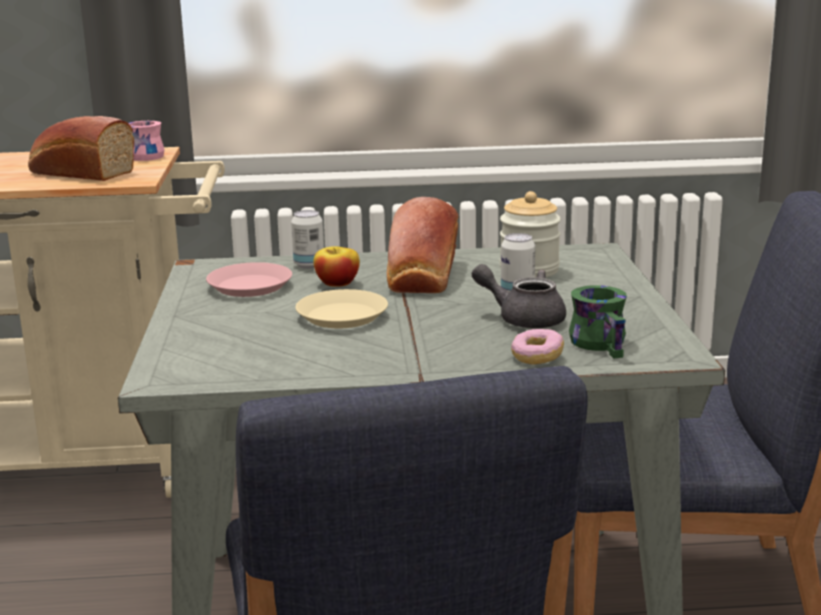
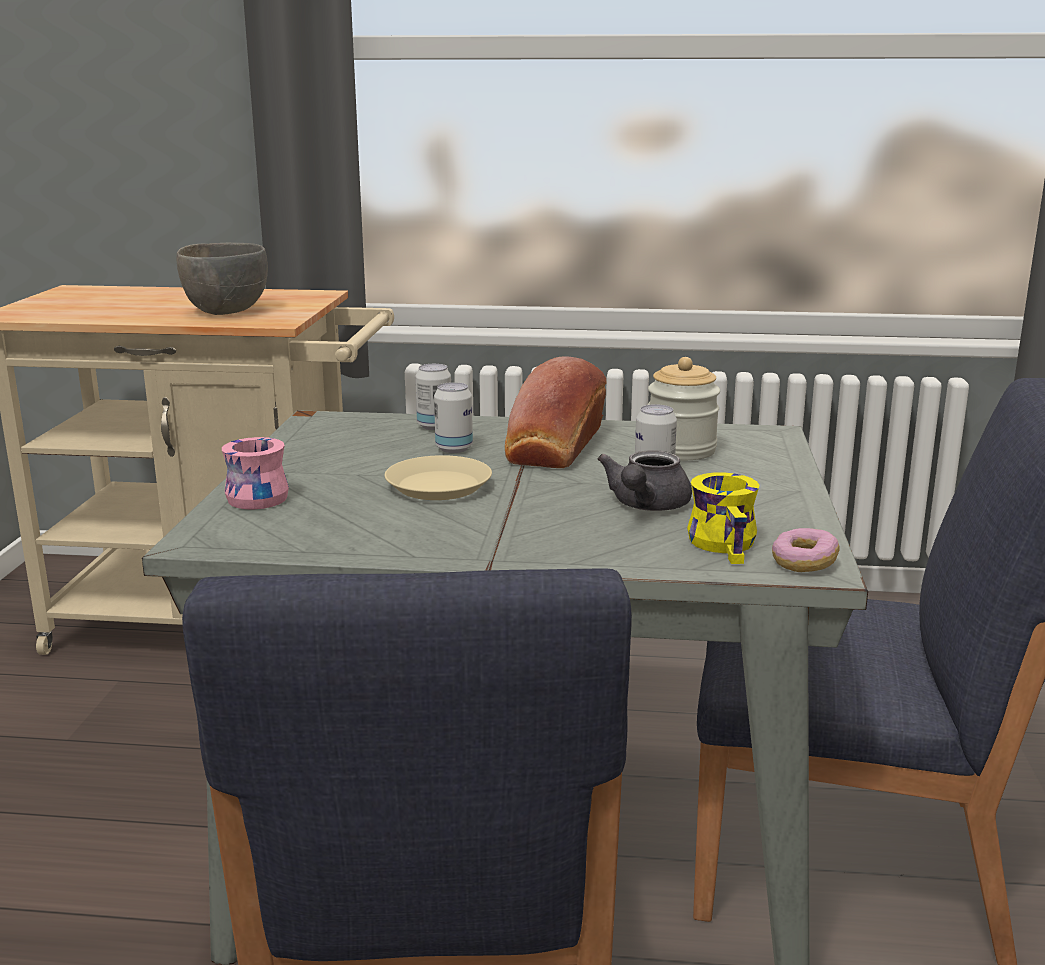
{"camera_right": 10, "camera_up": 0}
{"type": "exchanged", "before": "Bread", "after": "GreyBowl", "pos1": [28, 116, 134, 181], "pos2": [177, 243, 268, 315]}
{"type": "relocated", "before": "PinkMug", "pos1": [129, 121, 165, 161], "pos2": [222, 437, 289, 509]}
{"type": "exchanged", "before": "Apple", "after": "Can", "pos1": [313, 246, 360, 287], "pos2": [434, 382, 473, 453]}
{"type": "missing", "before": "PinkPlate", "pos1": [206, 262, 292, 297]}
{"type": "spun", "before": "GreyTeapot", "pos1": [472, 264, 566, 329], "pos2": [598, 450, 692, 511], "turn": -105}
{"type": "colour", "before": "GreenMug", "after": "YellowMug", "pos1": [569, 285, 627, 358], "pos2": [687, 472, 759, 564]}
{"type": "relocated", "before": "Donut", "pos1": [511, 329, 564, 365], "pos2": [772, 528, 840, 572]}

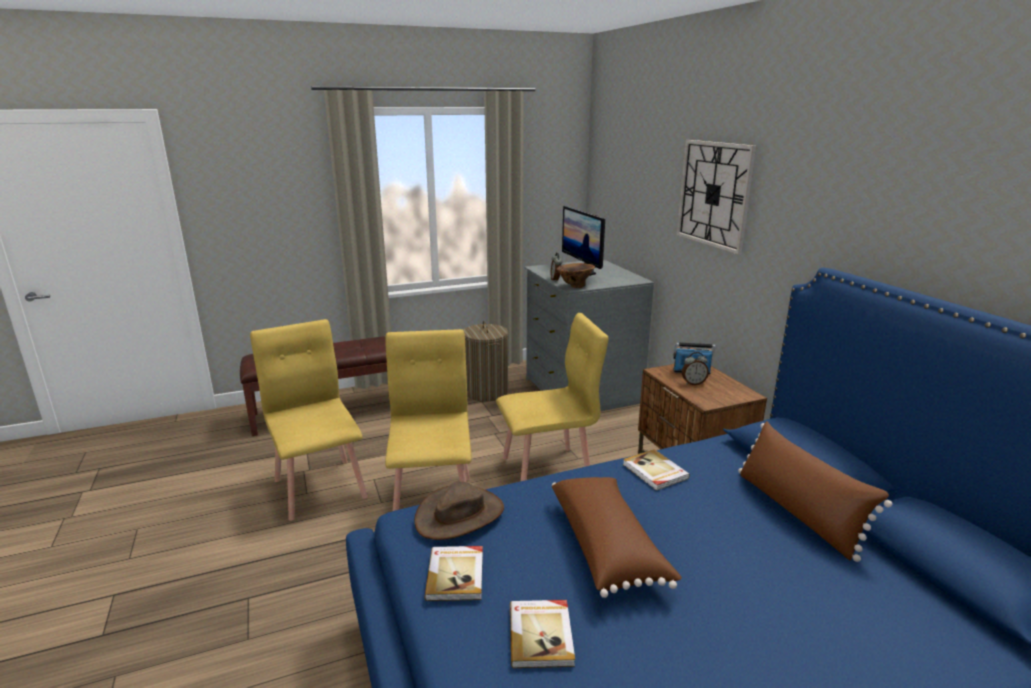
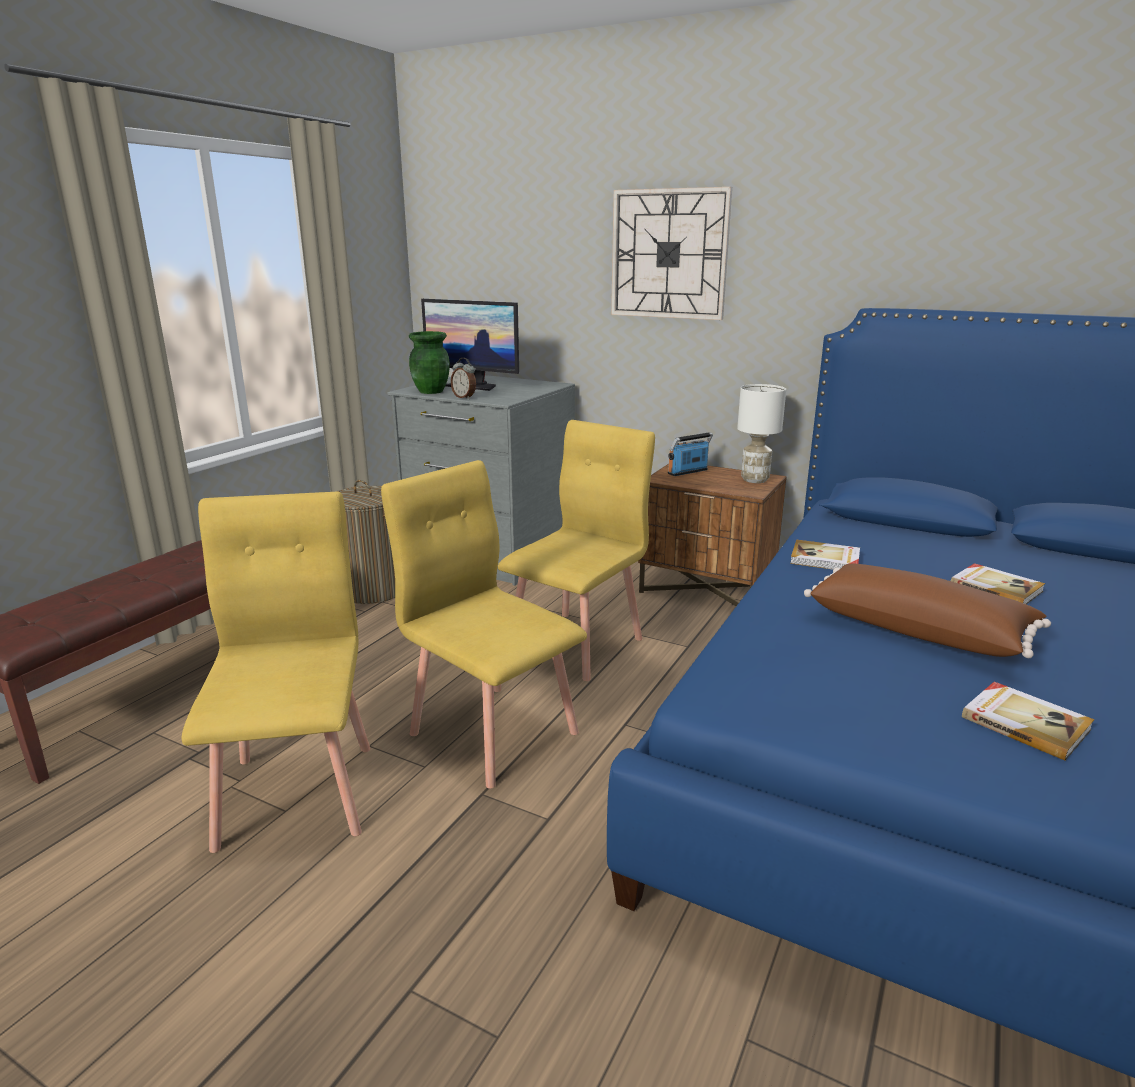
{"camera_right": -40, "camera_up": 0}
{"type": "missing", "before": "BrownVase", "pos1": [557, 263, 595, 288]}
{"type": "spun", "before": "YellowChair", "pos1": [250, 319, 368, 521], "pos2": [181, 492, 370, 853], "turn": 60}
{"type": "missing", "before": "AlarmClock", "pos1": [682, 352, 709, 385]}
{"type": "missing", "before": "BrownPillow", "pos1": [738, 421, 892, 562]}
{"type": "missing", "before": "BrownHat", "pos1": [414, 481, 504, 540]}
{"type": "relocated", "before": "Book", "pos1": [425, 546, 483, 601], "pos2": [951, 563, 1045, 604]}
{"type": "appeared", "after": "GreenVase", "pos2": [409, 331, 450, 394]}
{"type": "appeared", "after": "WhiteTableLamp", "pos2": [737, 384, 786, 483]}

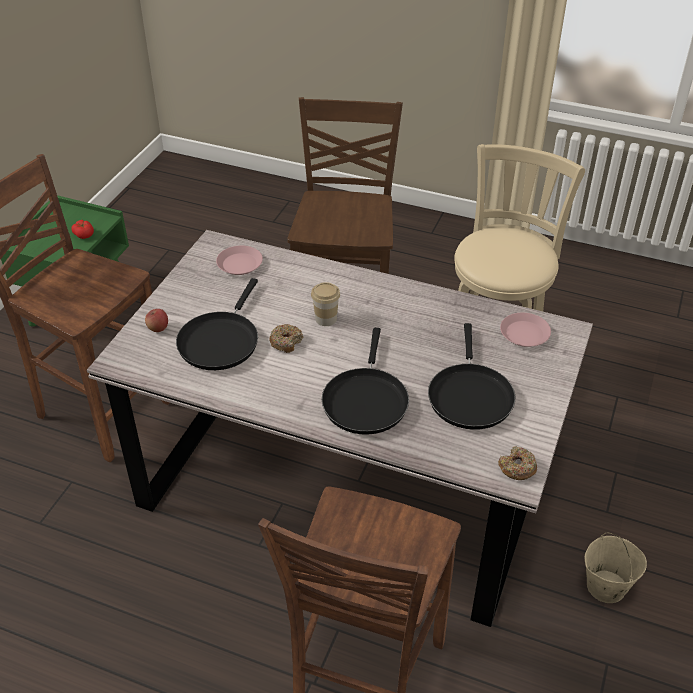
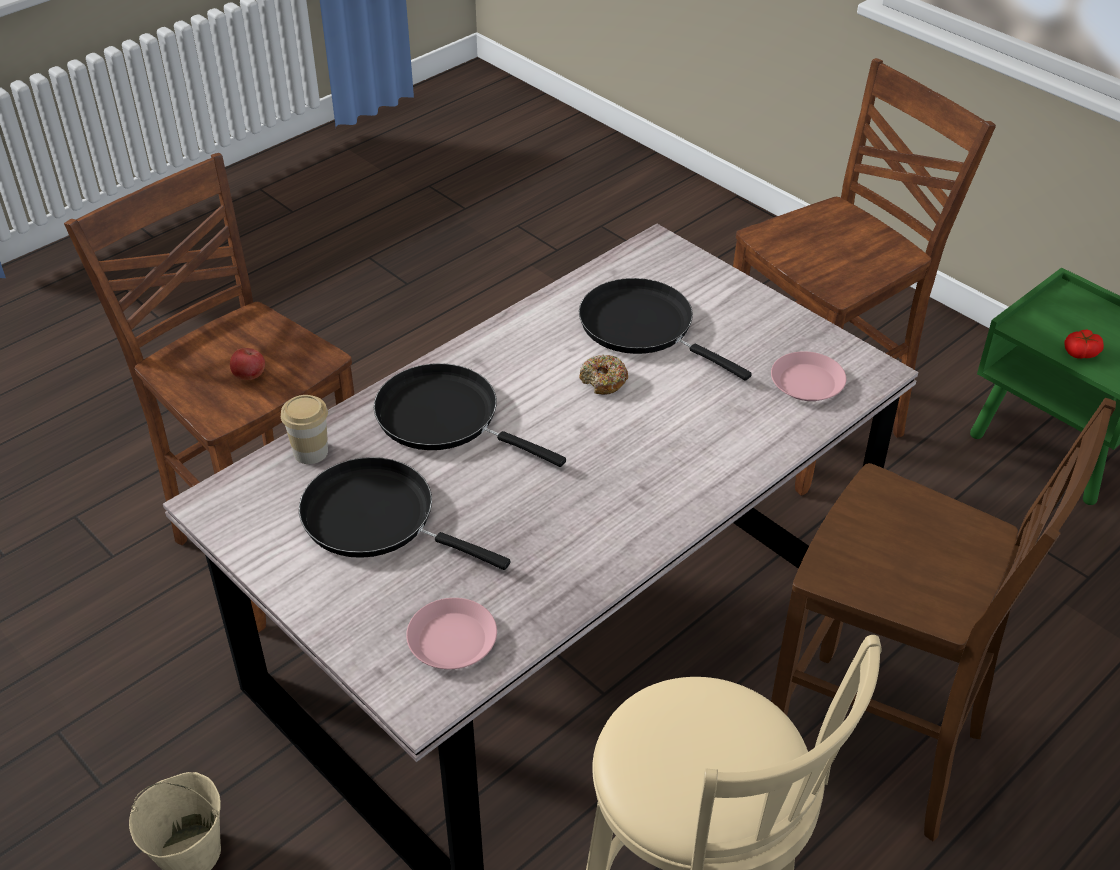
{"camera_right": 115, "camera_up": 0}
{"type": "relocated", "before": "Cup", "pos1": [311, 282, 340, 326], "pos2": [281, 395, 328, 464]}
{"type": "relocated", "before": "Apple", "pos1": [145, 309, 168, 332], "pos2": [230, 348, 265, 380]}
{"type": "missing", "before": "Donut", "pos1": [498, 446, 537, 480]}

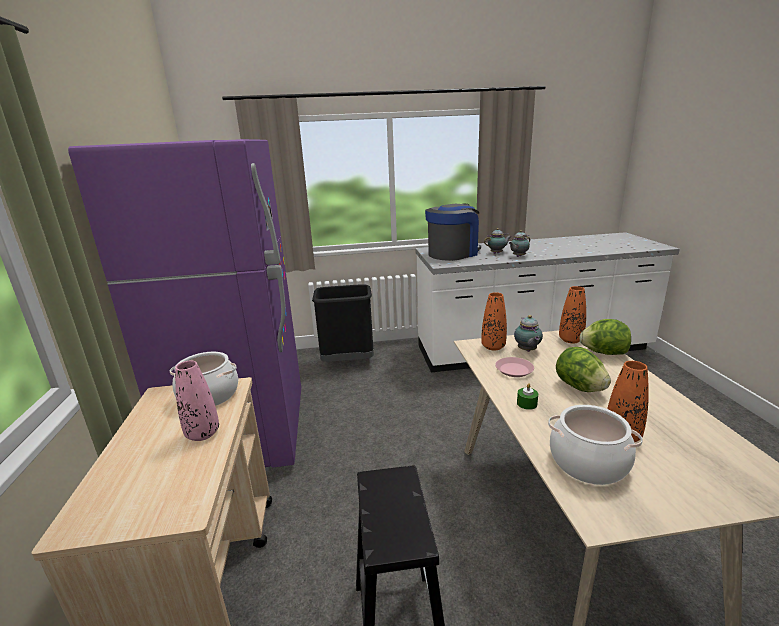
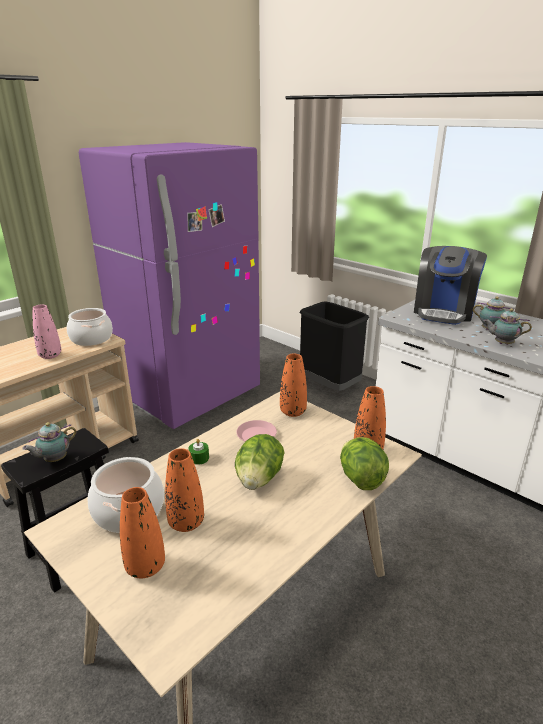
{"camera_right": 50, "camera_up": 5}
{"type": "spun", "before": "CoffeeMachine", "pos1": [425, 204, 481, 261], "pos2": [414, 246, 487, 325], "turn": 105}
{"type": "relocated", "before": "Teapot", "pos1": [514, 315, 543, 352], "pos2": [22, 422, 77, 462]}
{"type": "appeared", "after": "OrangeVase", "pos2": [120, 487, 165, 578]}

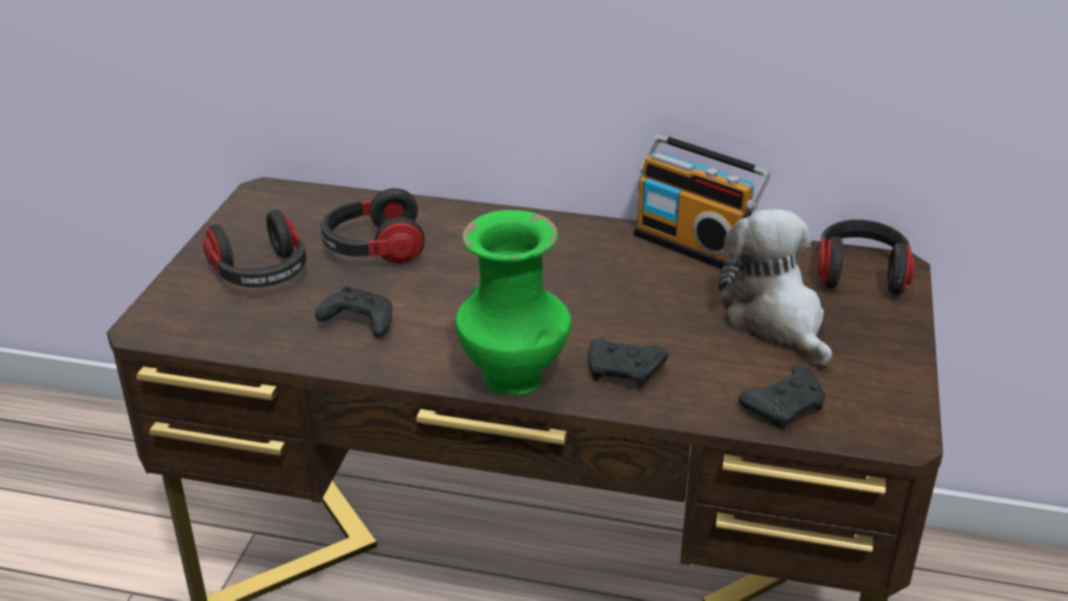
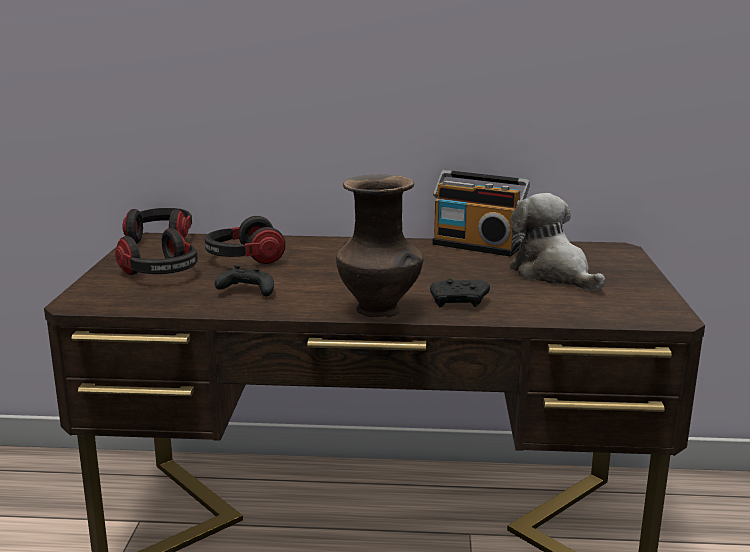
{"camera_right": -10, "camera_up": -15}
{"type": "colour", "before": "GreenVase", "after": "BrownVase", "pos1": [456, 210, 571, 395], "pos2": [336, 175, 423, 317]}
{"type": "relocated", "before": "Headphones", "pos1": [817, 219, 915, 295], "pos2": [122, 208, 192, 244]}
{"type": "missing", "before": "BlackGameController", "pos1": [739, 365, 825, 429]}

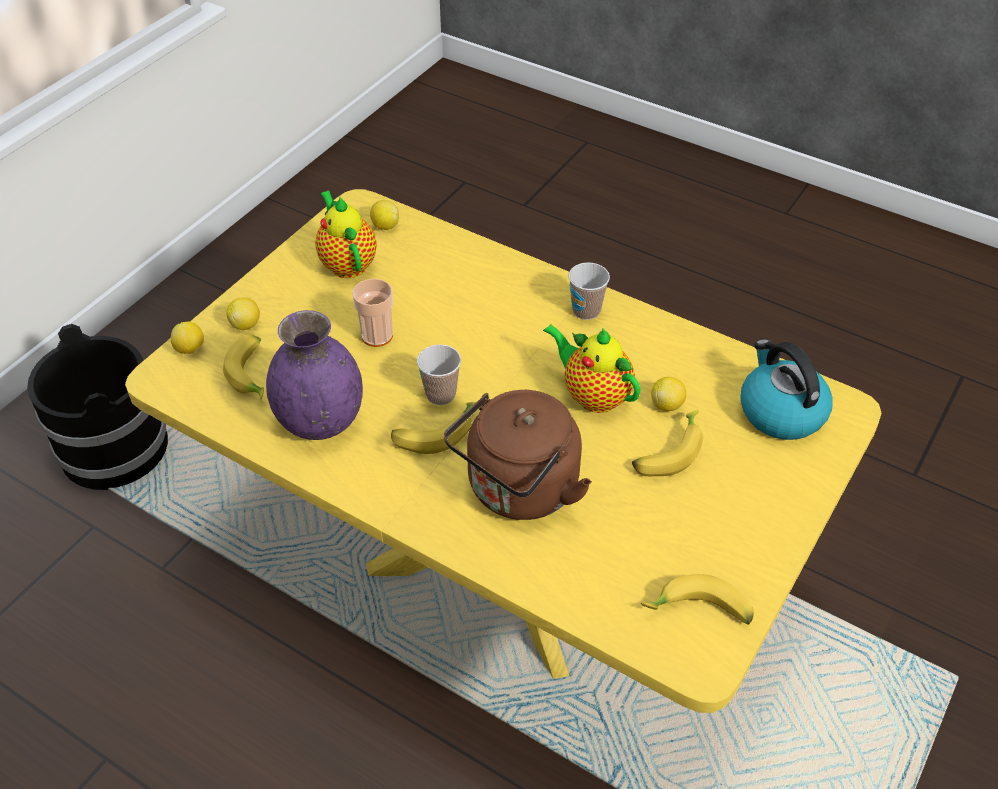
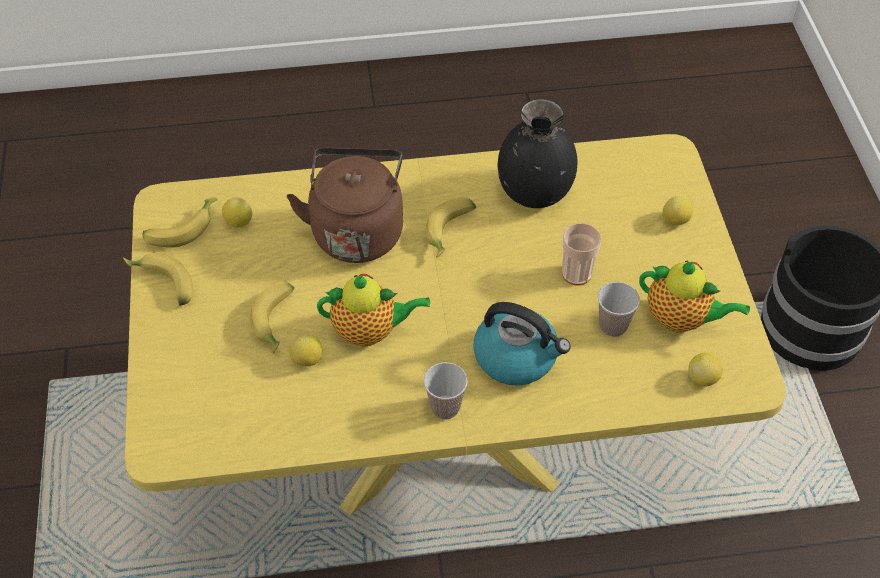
{"camera_right": 140, "camera_up": 5}
{"type": "colour", "before": "PurpleVase", "after": "BlackVase", "pos1": [266, 310, 363, 440], "pos2": [498, 99, 578, 208]}
{"type": "relocated", "before": "Lemon", "pos1": [171, 322, 204, 354], "pos2": [222, 198, 252, 228]}
{"type": "relocated", "before": "Banana", "pos1": [223, 334, 264, 400], "pos2": [123, 253, 193, 306]}
{"type": "relocated", "before": "Kettle", "pos1": [740, 339, 833, 440], "pos2": [473, 302, 571, 385]}
{"type": "relocated", "before": "Cup", "pos1": [417, 344, 461, 405], "pos2": [598, 282, 640, 337]}

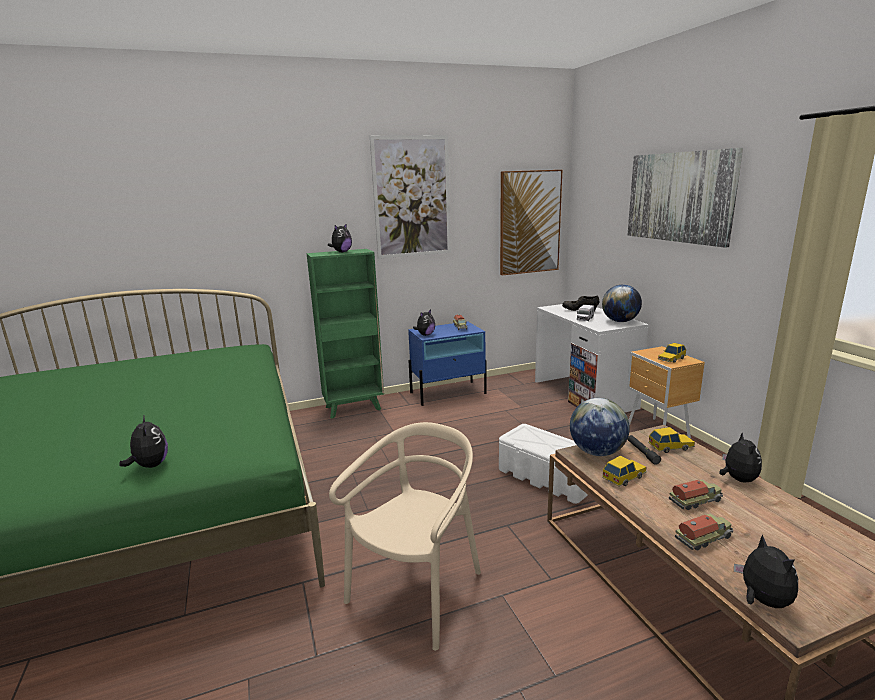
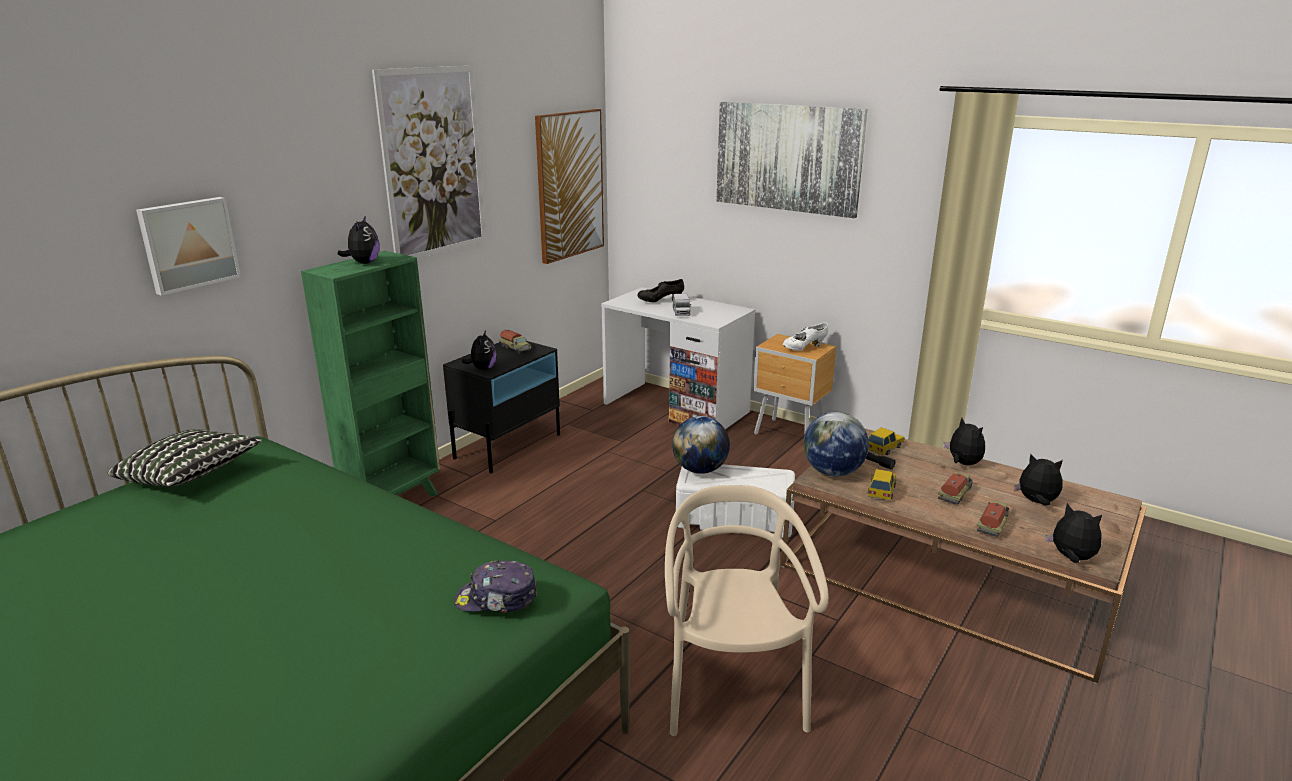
{"camera_right": -35, "camera_up": 5}
{"type": "relocated", "before": "Globe", "pos1": [602, 285, 642, 322], "pos2": [672, 416, 730, 474]}
{"type": "colour", "before": "BlueNightstand", "after": "BlackNightstand", "pos1": [408, 321, 486, 406], "pos2": [443, 341, 560, 473]}
{"type": "exchanged", "before": "ToyCar", "after": "WhiteShoe", "pos1": [658, 343, 686, 363], "pos2": [783, 322, 828, 351]}
{"type": "relocated", "before": "PlushToy", "pos1": [119, 416, 168, 468], "pos2": [1015, 454, 1063, 506]}
{"type": "appeared", "after": "Picture", "pos2": [136, 197, 241, 296]}
{"type": "appeared", "after": "Pillow", "pos2": [108, 429, 262, 487]}
{"type": "appeared", "after": "Cap", "pos2": [454, 560, 537, 613]}

